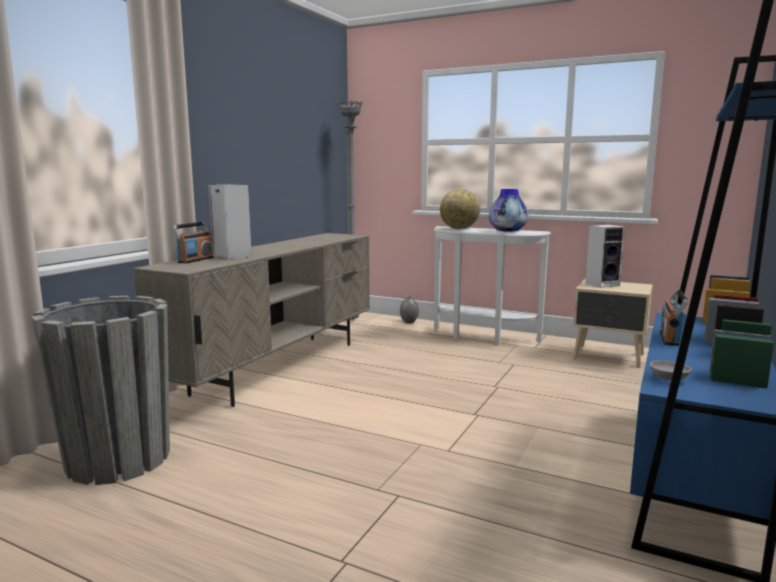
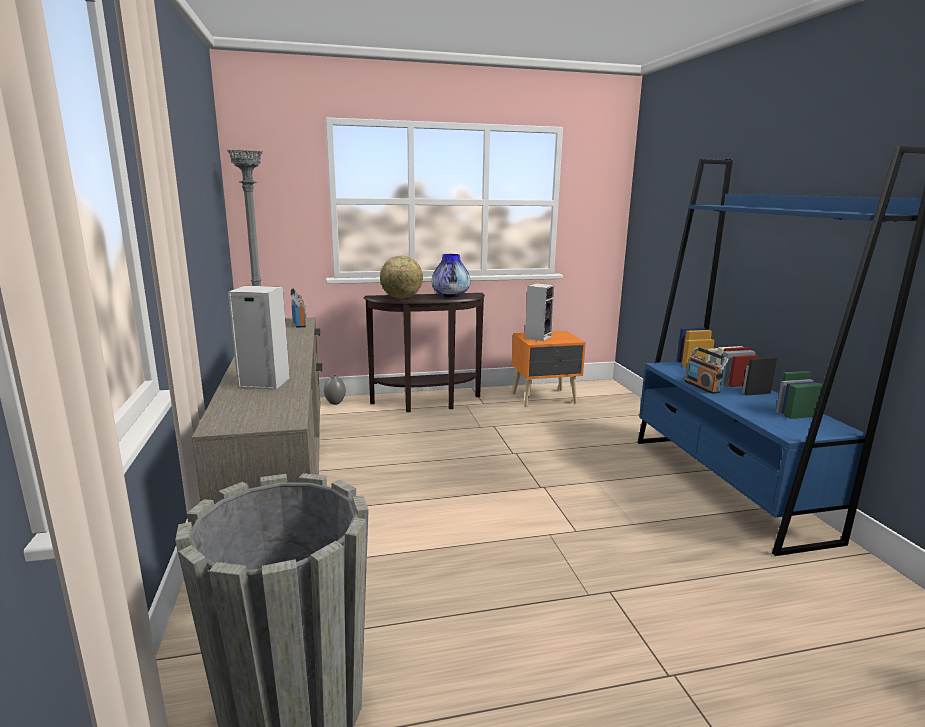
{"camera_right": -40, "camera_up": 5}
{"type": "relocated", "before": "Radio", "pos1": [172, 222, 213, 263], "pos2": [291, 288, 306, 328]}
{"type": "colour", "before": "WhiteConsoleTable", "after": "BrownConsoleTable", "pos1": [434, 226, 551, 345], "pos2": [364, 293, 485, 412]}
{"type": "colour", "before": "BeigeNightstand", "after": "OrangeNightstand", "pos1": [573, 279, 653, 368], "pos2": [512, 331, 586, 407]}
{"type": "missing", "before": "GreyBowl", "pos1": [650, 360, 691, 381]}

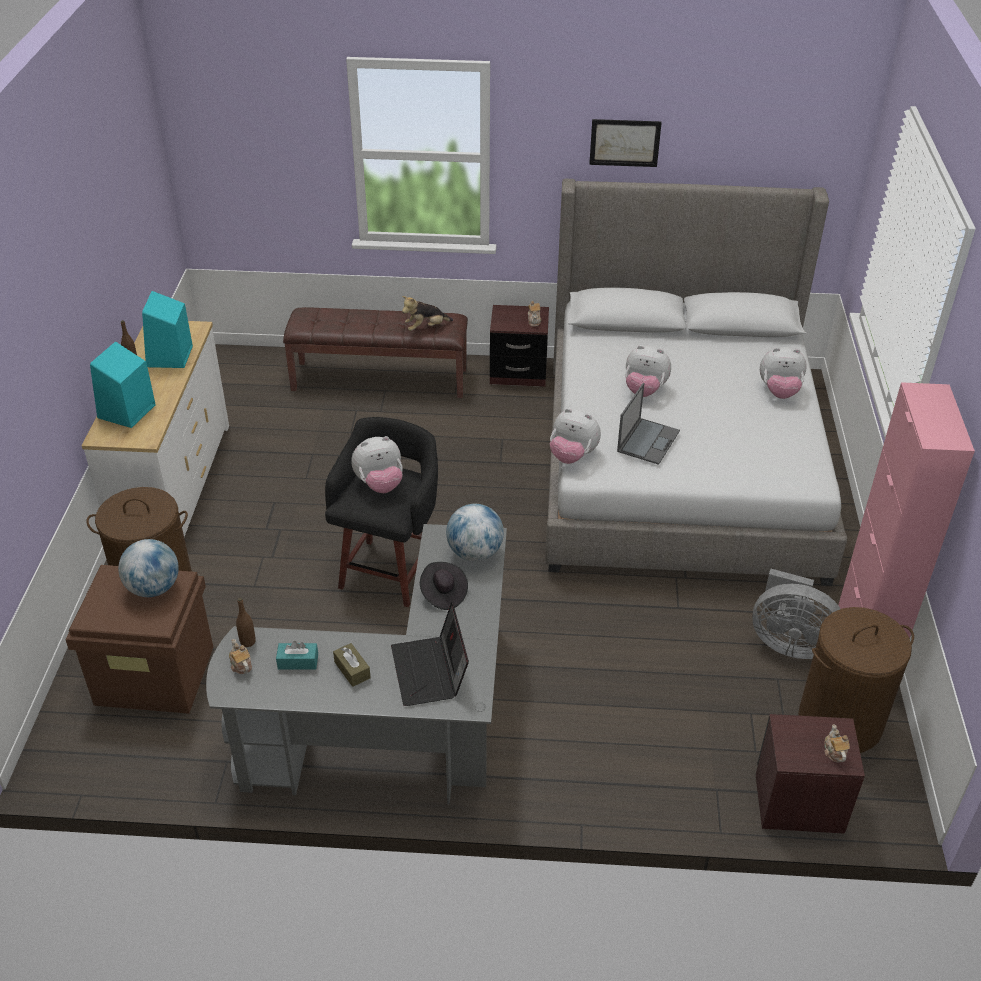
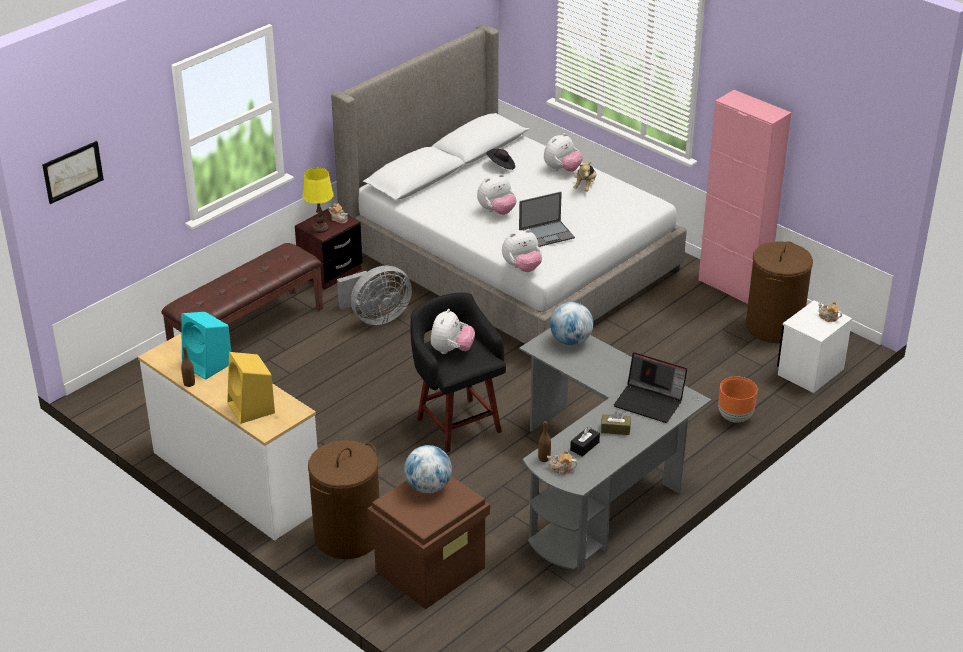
{"camera_right": -50, "camera_up": -5}
{"type": "relocated", "before": "Picture", "pos1": [589, 119, 662, 167], "pos2": [42, 141, 104, 204]}
{"type": "relocated", "before": "PlushToy", "pos1": [402, 296, 453, 331], "pos2": [573, 162, 596, 192]}
{"type": "colour", "before": "TurquoiseSpeaker", "after": "YellowSpeaker", "pos1": [90, 342, 156, 428], "pos2": [227, 352, 275, 424]}
{"type": "spun", "before": "Laptop", "pos1": [617, 383, 680, 465], "pos2": [519, 192, 575, 247], "turn": 90}
{"type": "relocated", "before": "BlackHat", "pos1": [420, 562, 468, 610], "pos2": [486, 149, 515, 170]}
{"type": "relocated", "before": "GreyFan", "pos1": [752, 569, 840, 659], "pos2": [337, 265, 412, 325]}
{"type": "colour", "before": "TurquoiseTissueBox", "after": "BlackTissueBox", "pos1": [276, 641, 318, 670], "pos2": [570, 427, 600, 457]}
{"type": "colour", "before": "BrownNightstand", "after": "WhiteNightstand", "pos1": [755, 714, 865, 834], "pos2": [777, 300, 852, 393]}
{"type": "appeared", "after": "YellowTableLamp", "pos2": [303, 168, 334, 233]}
{"type": "appeared", "after": "OrangePlanter", "pos2": [718, 376, 758, 423]}

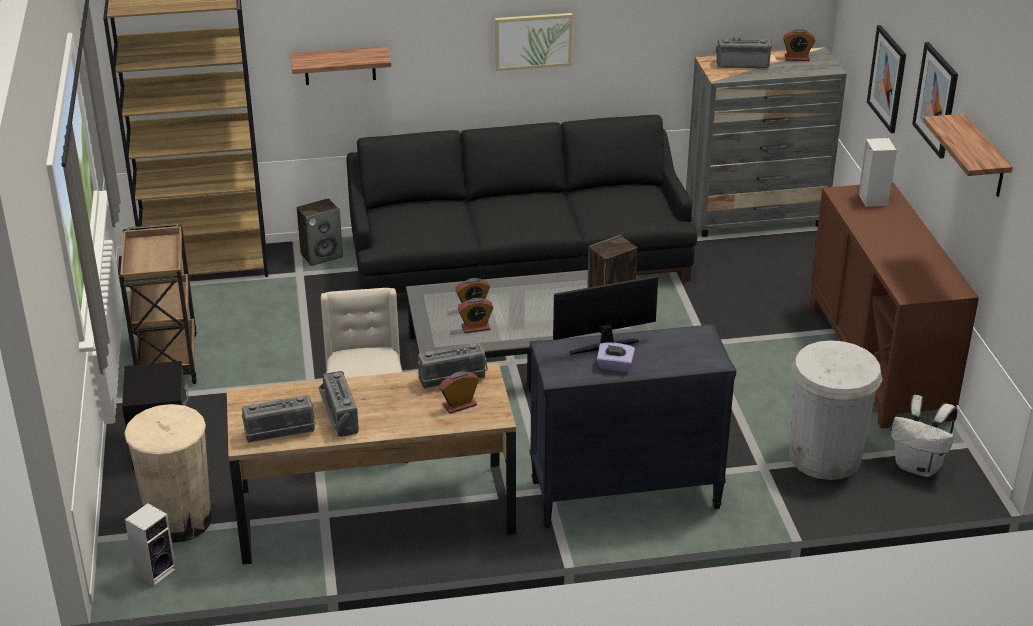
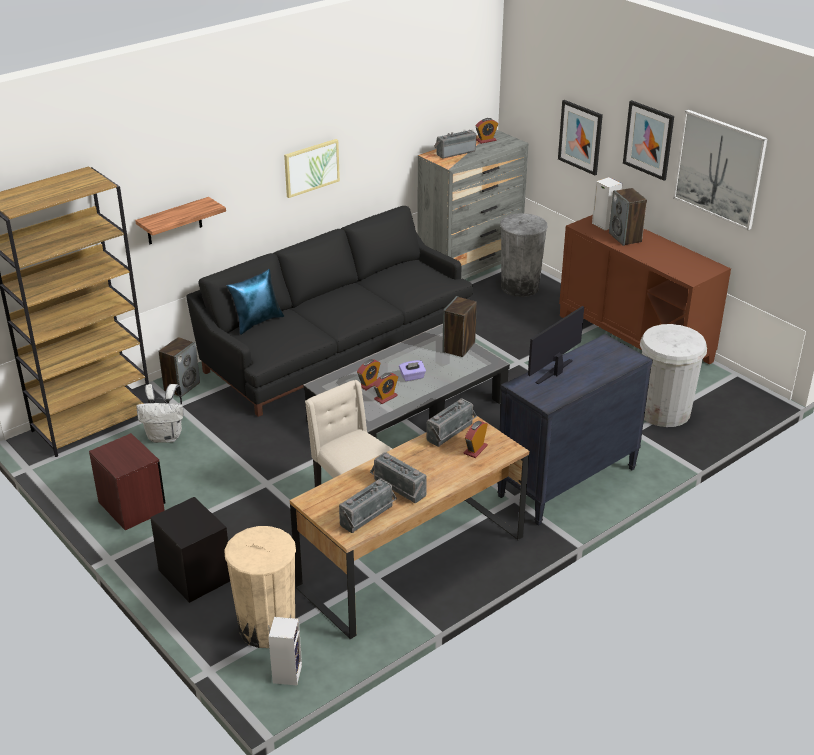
{"camera_right": -30, "camera_up": 0}
{"type": "exchanged", "before": "Shelf", "after": "Picture", "pos1": [923, 114, 1013, 197], "pos2": [673, 110, 768, 230]}
{"type": "exchanged", "before": "BrownCart", "after": "BrownNightstand", "pos1": [119, 223, 197, 384], "pos2": [89, 433, 165, 530]}
{"type": "relocated", "before": "PurpleTissueBox", "pos1": [597, 343, 635, 372], "pos2": [399, 360, 426, 381]}
{"type": "relocated", "before": "WhiteBackpack", "pos1": [891, 395, 958, 477], "pos2": [136, 384, 183, 443]}
{"type": "appeared", "after": "Speaker", "pos2": [609, 188, 647, 246]}
{"type": "appeared", "after": "GreyTrashCan", "pos2": [500, 213, 548, 297]}
{"type": "appeared", "after": "BluePillow", "pos2": [227, 269, 284, 335]}

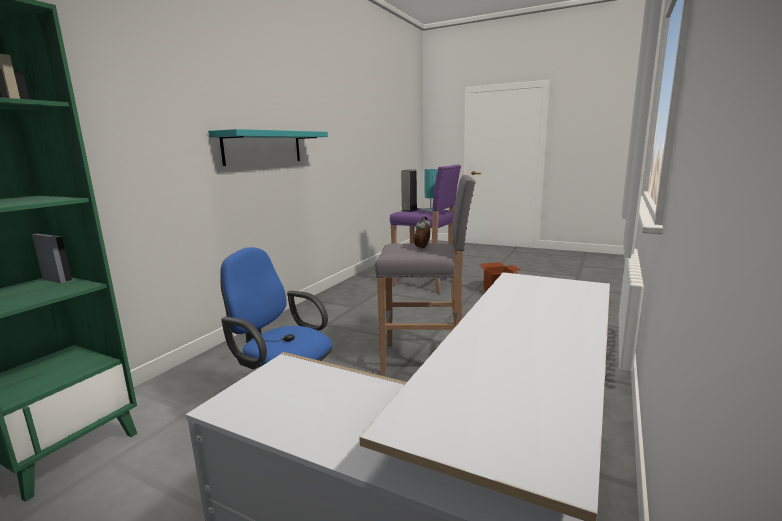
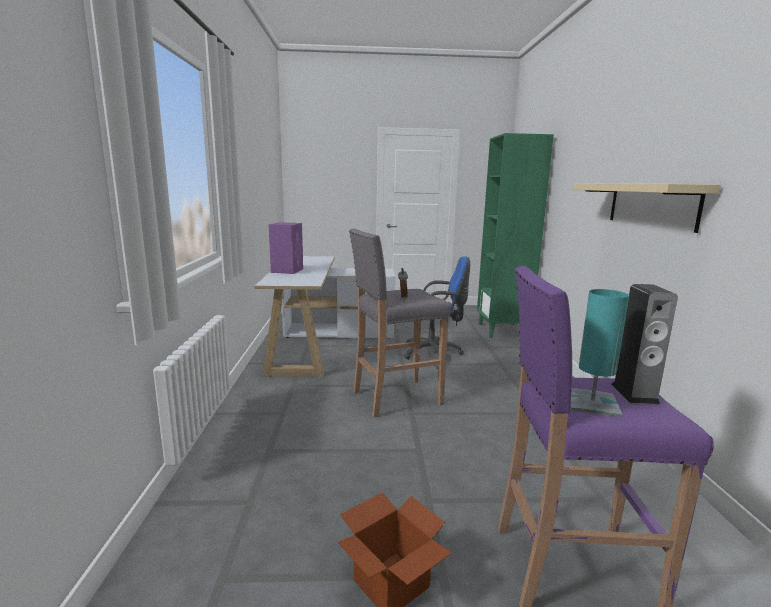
{"camera_right": 150, "camera_up": 0}
{"type": "colour", "before": "TurquoiseShelf", "after": "BeigeShelf", "pos1": [208, 129, 328, 166], "pos2": [572, 184, 721, 233]}
{"type": "appeared", "after": "PurpleSpeaker", "pos2": [269, 222, 303, 274]}

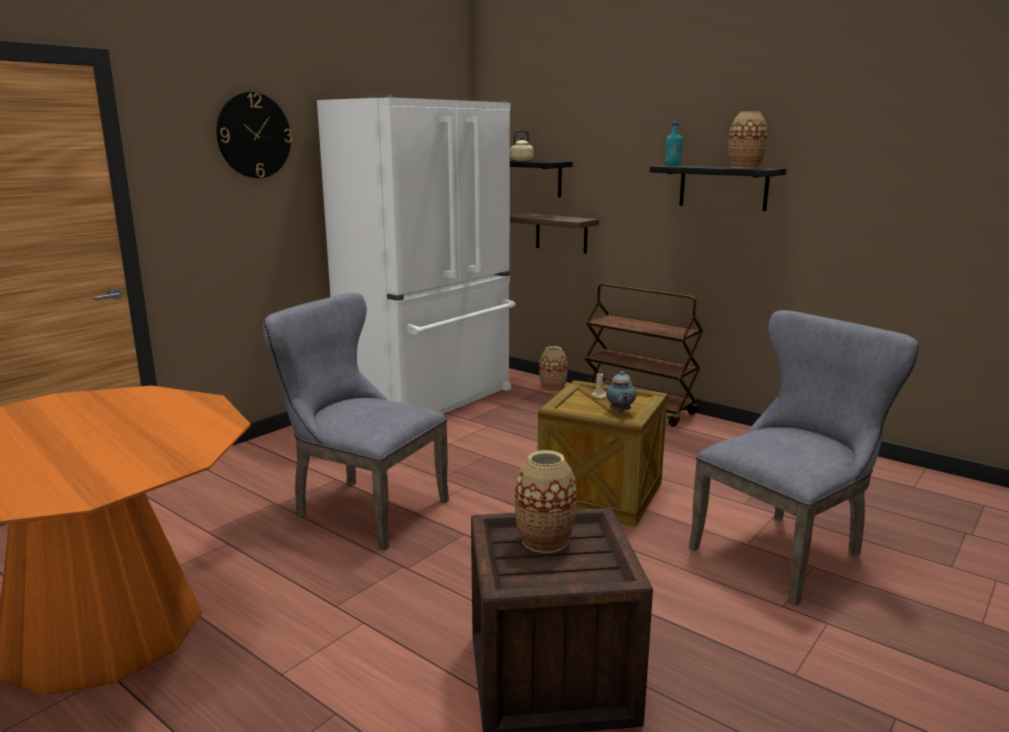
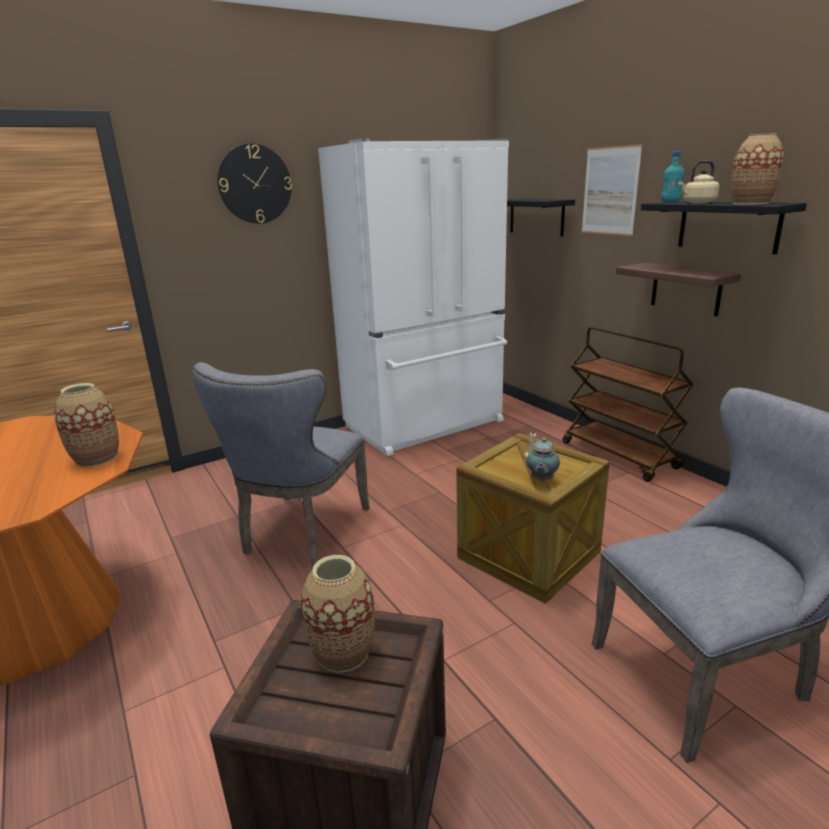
{"camera_right": 20, "camera_up": 5}
{"type": "relocated", "before": "BeigeKettle", "pos1": [510, 130, 534, 161], "pos2": [678, 161, 720, 203]}
{"type": "relocated", "before": "Shelf", "pos1": [510, 213, 599, 254], "pos2": [616, 263, 741, 316]}
{"type": "spun", "before": "GreyChair", "pos1": [263, 293, 449, 550], "pos2": [192, 362, 370, 566], "turn": -120}
{"type": "relocated", "before": "Vase", "pos1": [539, 346, 568, 392], "pos2": [54, 383, 119, 468]}
{"type": "appeared", "after": "Picture", "pos2": [582, 144, 642, 236]}

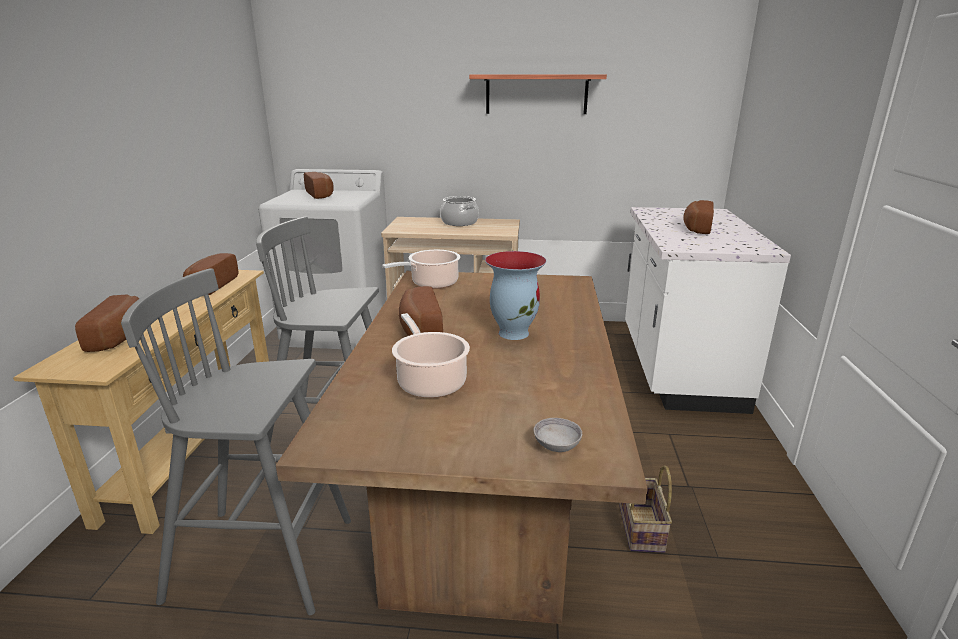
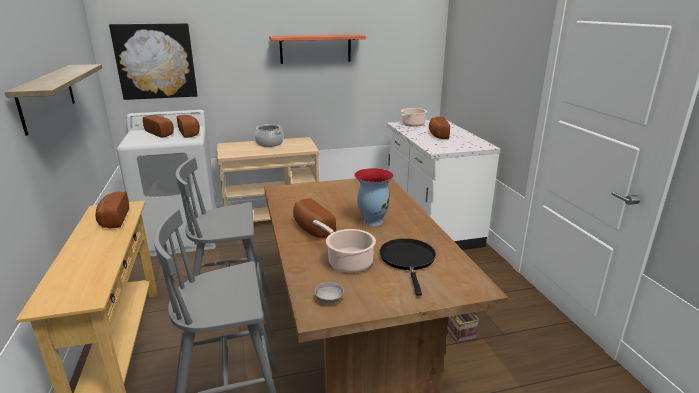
{"camera_right": -20, "camera_up": 0}
{"type": "relocated", "before": "CookingPot", "pos1": [382, 250, 460, 289], "pos2": [400, 108, 427, 127]}
{"type": "relocated", "before": "Bread", "pos1": [75, 294, 139, 352], "pos2": [177, 115, 200, 138]}
{"type": "relocated", "before": "GreyBowl", "pos1": [533, 418, 582, 452], "pos2": [314, 282, 344, 304]}
{"type": "appeared", "after": "Picture", "pos2": [109, 23, 198, 100]}
{"type": "appeared", "after": "Shelf", "pos2": [5, 64, 102, 136]}
{"type": "appeared", "after": "BlackFryingPan", "pos2": [380, 238, 436, 296]}

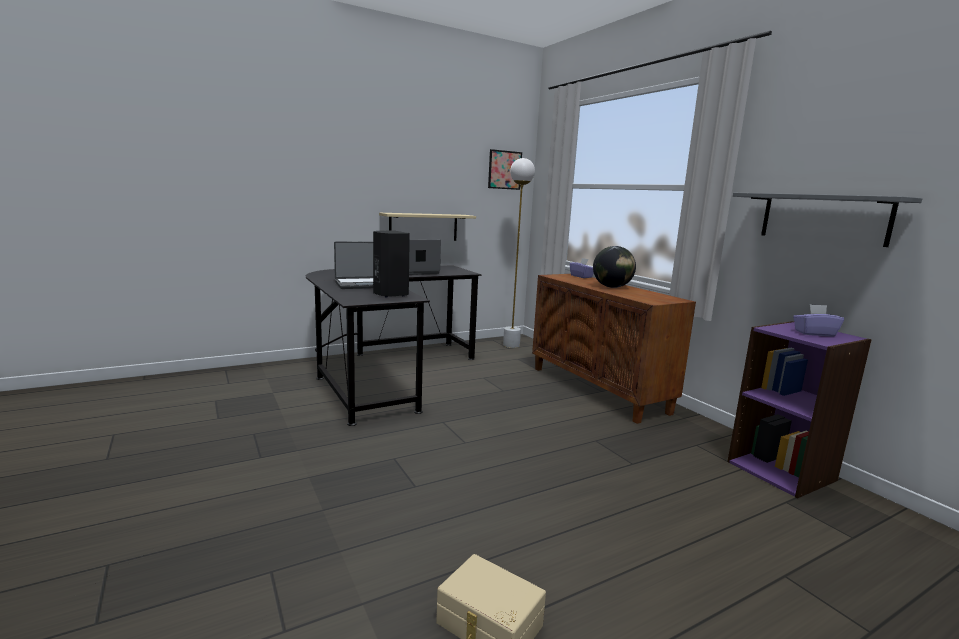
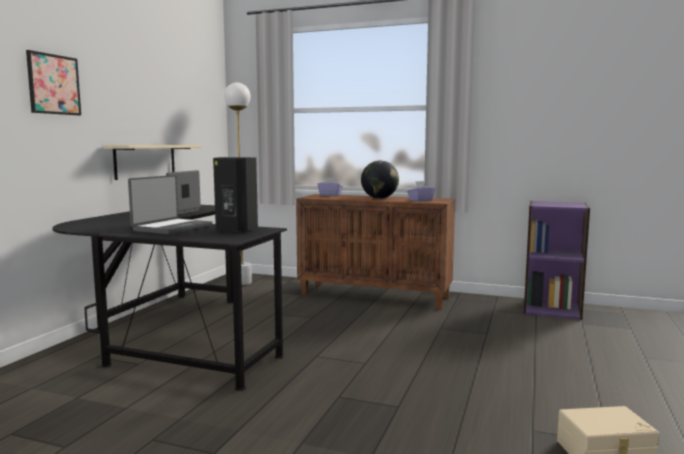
{"camera_right": -40, "camera_up": -5}
{"type": "relocated", "before": "Picture", "pos1": [488, 149, 522, 190], "pos2": [26, 50, 81, 115]}
{"type": "missing", "before": "GreyShelf", "pos1": [733, 193, 922, 247]}
{"type": "relocated", "before": "PurpleTissueBox", "pos1": [793, 304, 844, 336], "pos2": [407, 181, 435, 202]}

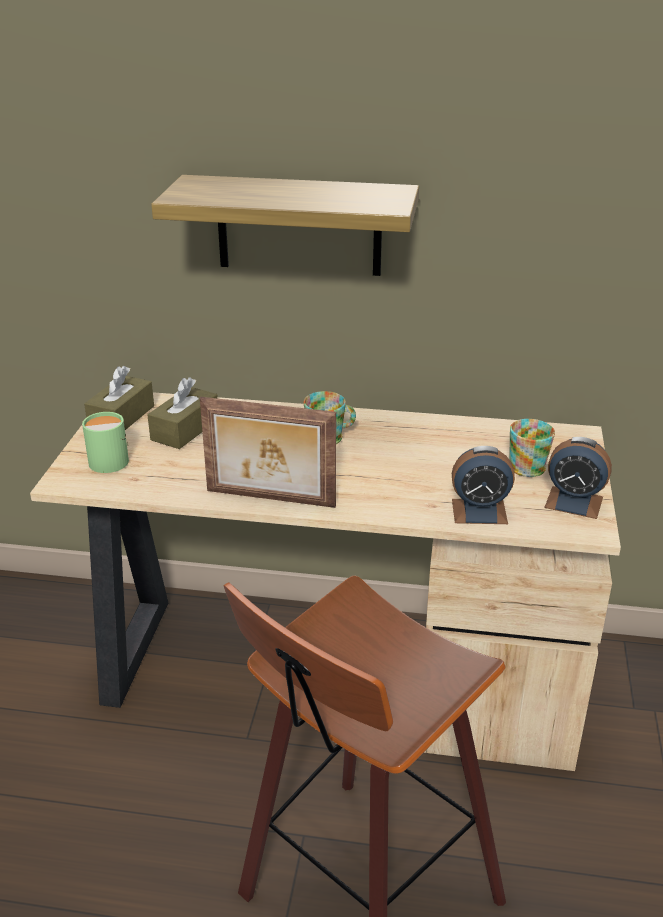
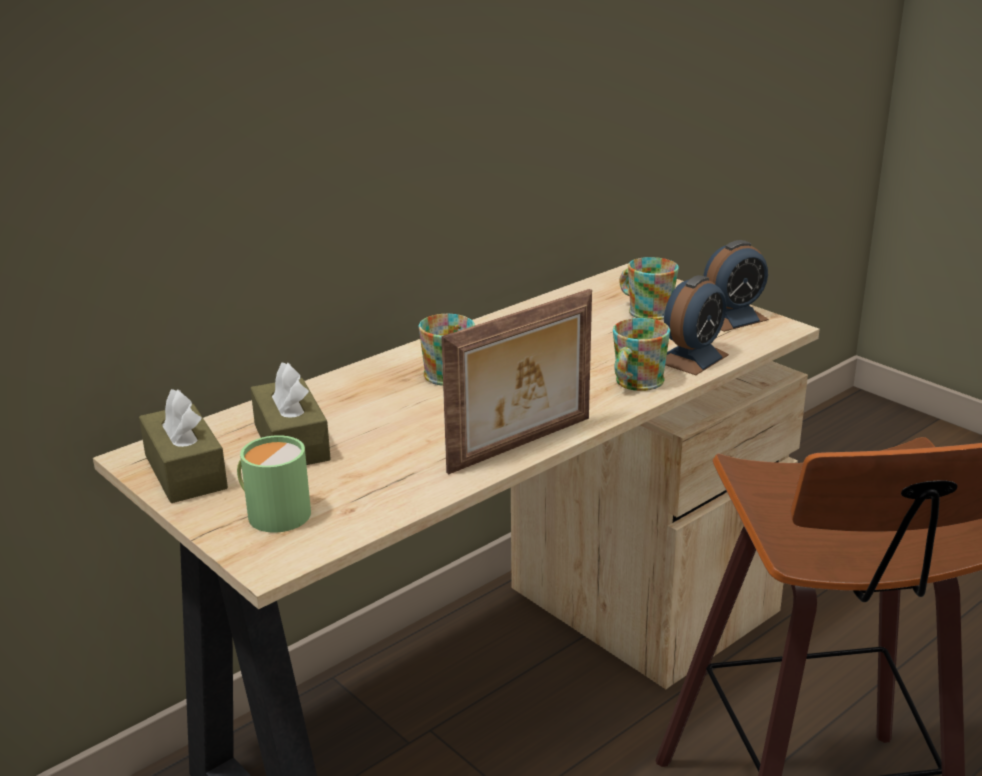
{"camera_right": -50, "camera_up": -5}
{"type": "missing", "before": "Shelf", "pos1": [151, 175, 419, 276]}
{"type": "appeared", "after": "Mug", "pos2": [613, 318, 670, 391]}

